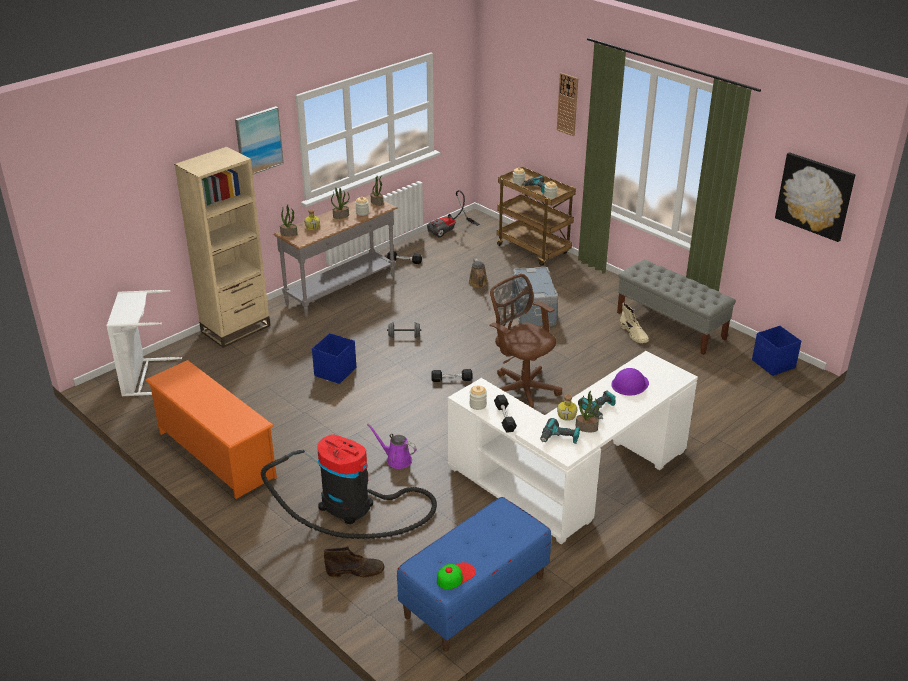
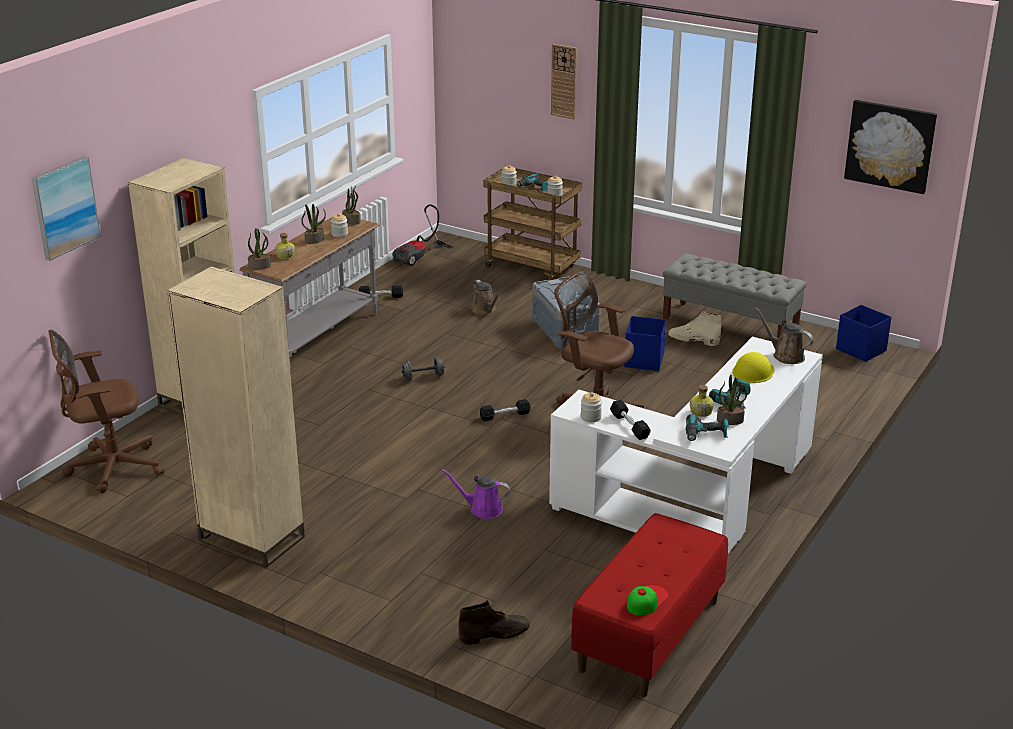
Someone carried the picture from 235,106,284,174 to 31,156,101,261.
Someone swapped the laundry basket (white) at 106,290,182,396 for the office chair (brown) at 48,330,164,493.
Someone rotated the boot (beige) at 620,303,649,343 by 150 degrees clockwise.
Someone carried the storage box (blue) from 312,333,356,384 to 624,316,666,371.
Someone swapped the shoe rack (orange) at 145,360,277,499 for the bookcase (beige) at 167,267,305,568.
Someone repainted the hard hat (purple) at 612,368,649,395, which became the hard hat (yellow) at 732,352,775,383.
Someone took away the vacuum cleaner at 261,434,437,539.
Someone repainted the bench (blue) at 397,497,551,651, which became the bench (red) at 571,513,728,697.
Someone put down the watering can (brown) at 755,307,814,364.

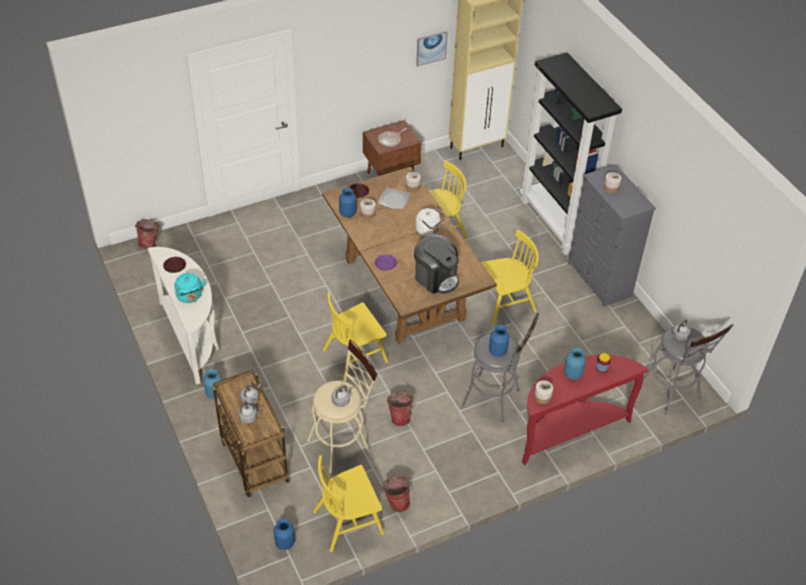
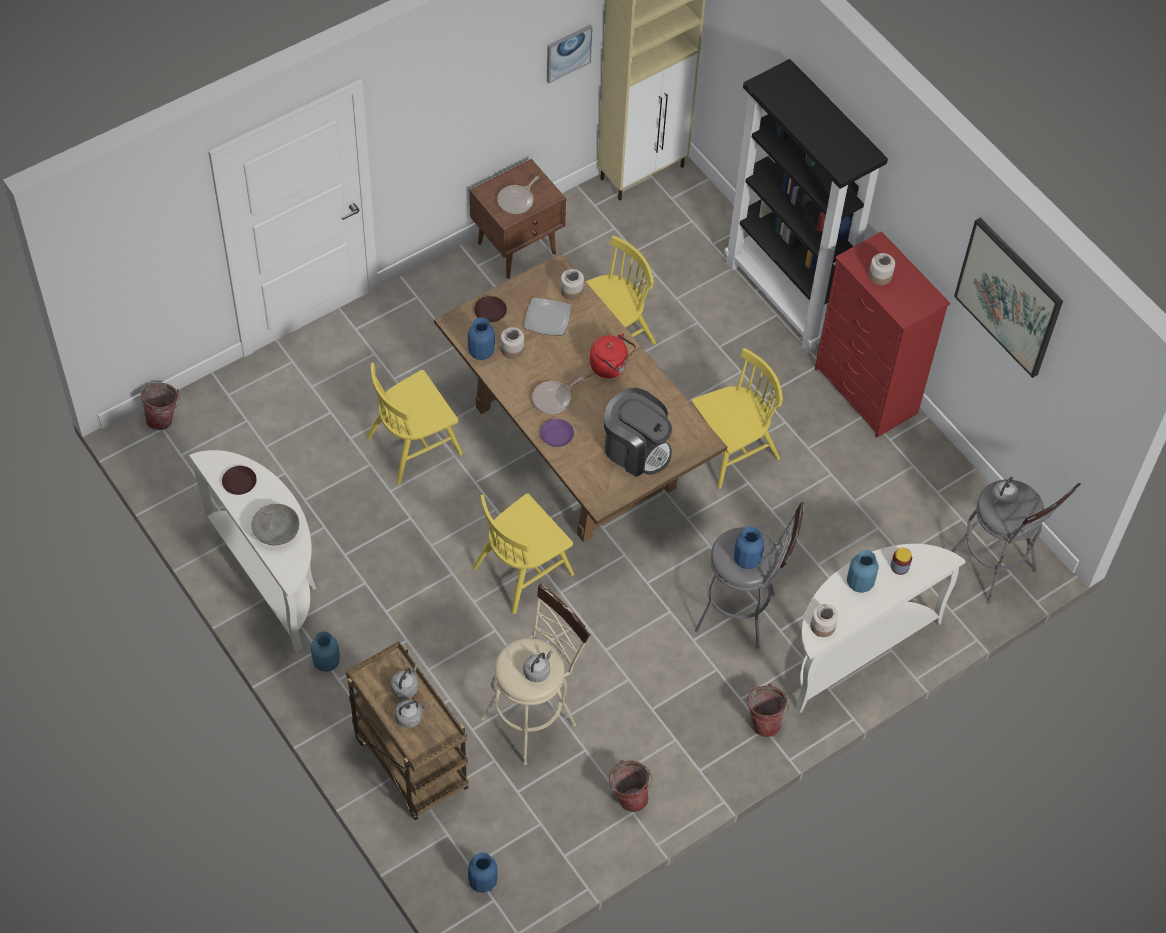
Someone repainted the dresser (grey) at 568,165,656,307, which became the dresser (red) at 815,231,950,438.
Someone repainted the kettle (white) at 415,208,446,236, which became the kettle (red) at 590,333,636,378.
Someone swapped the kettle (turquoise) at 174,273,206,303 for the bowl (grey) at 251,504,300,545.
Someone repainted the console table (red) at 522,355,648,465, which became the console table (white) at 795,544,966,713.
Someone carried the bucket from 387,390,415,426 to 747,683,789,737.
Someone carried the chair (yellow) from 313,455,384,552 to 366,363,463,484.
Someone put up the picture at 954,217,1063,378.
Someone put down the frying pan at 532,377,584,414.

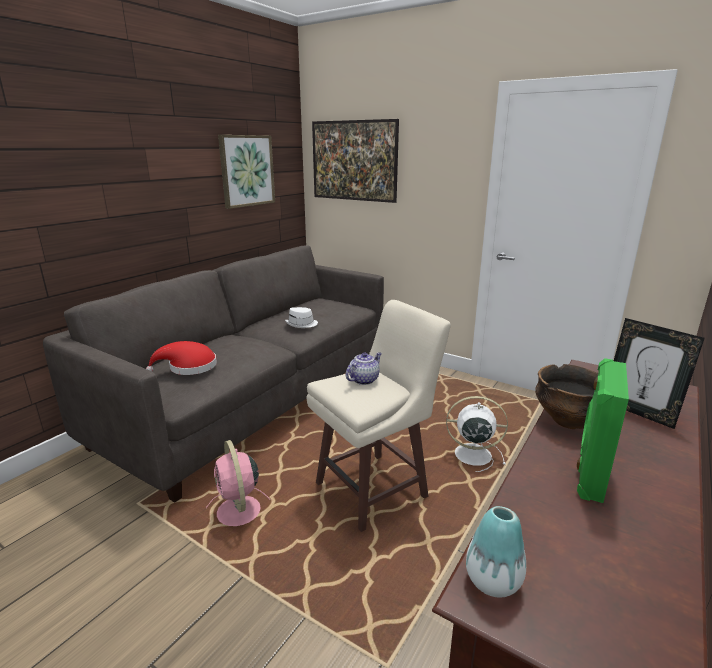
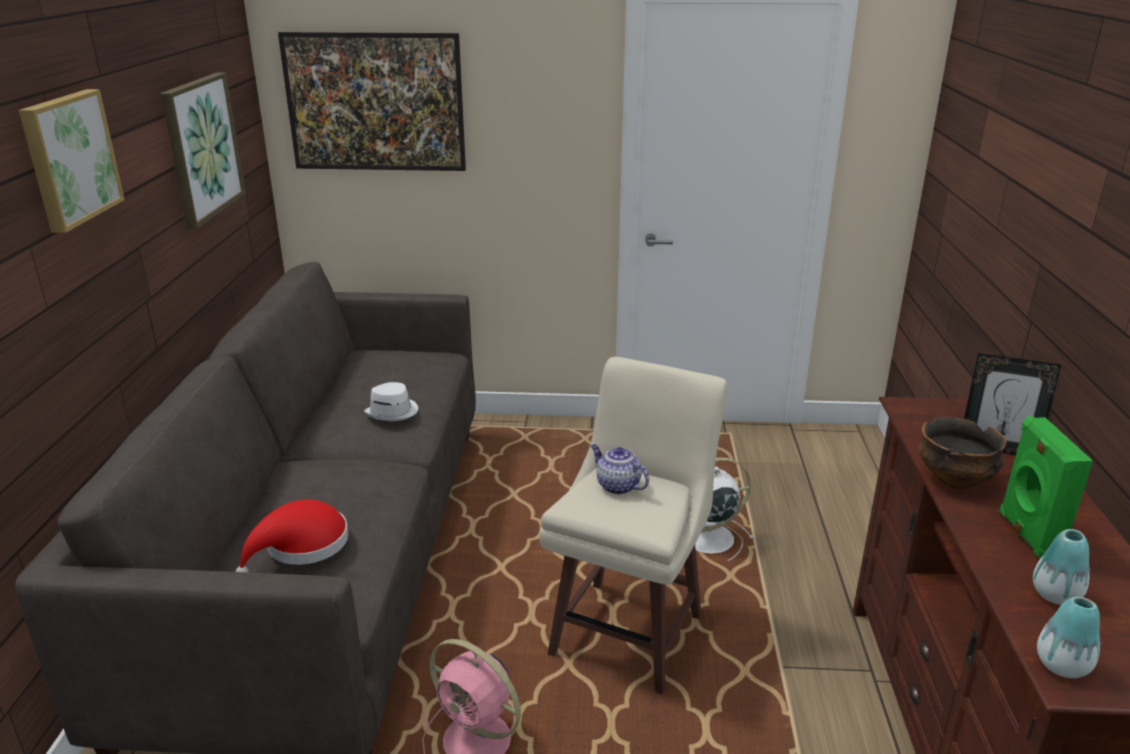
Someone rotated the teapot at 346,352,382,385 by 60 degrees counterclockwise.
Someone put up the picture at 19,89,125,233.
Someone put down the vase at 1033,529,1090,605.

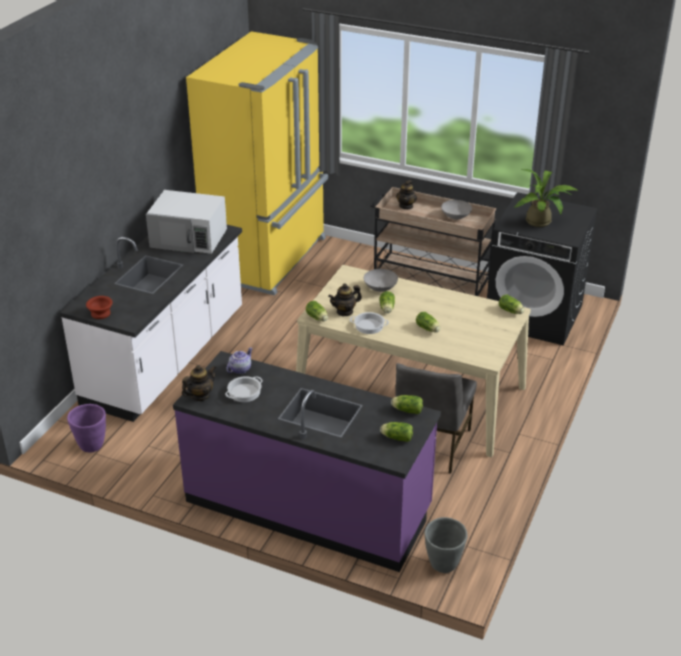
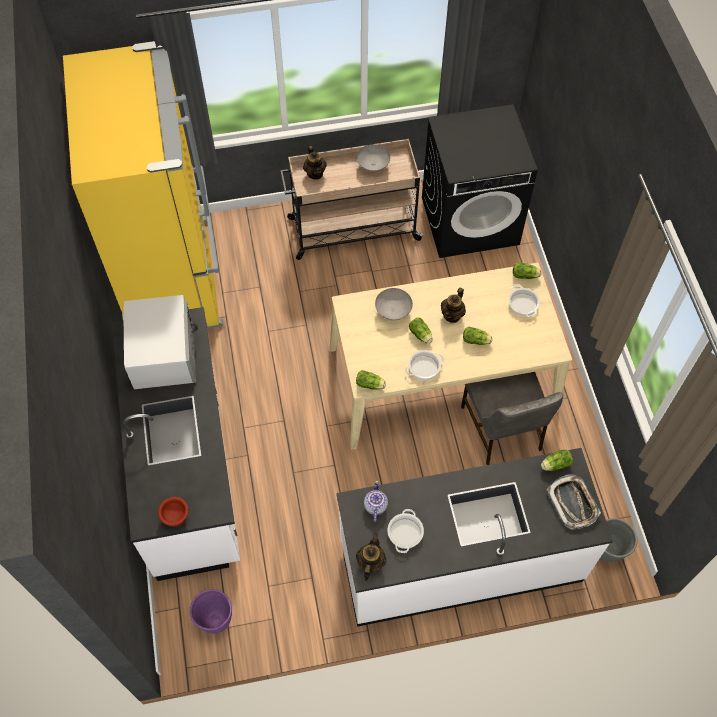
Someone took away the potted plant at 513,169,577,227.
Someone rotated the microwave (white) at 146,190,227,254 by 75 degrees counterclockwise.
Someone carried the teapot from 328,283,362,316 to 441,288,466,323.
Someone repainted the counter (purple) at 173,351,441,572, which became the counter (white) at 336,448,613,627.
Someone swapped the lettuce at 380,422,413,442 for the tray at 547,474,601,530.
Someone put down the cooking pot at 508,285,540,317.

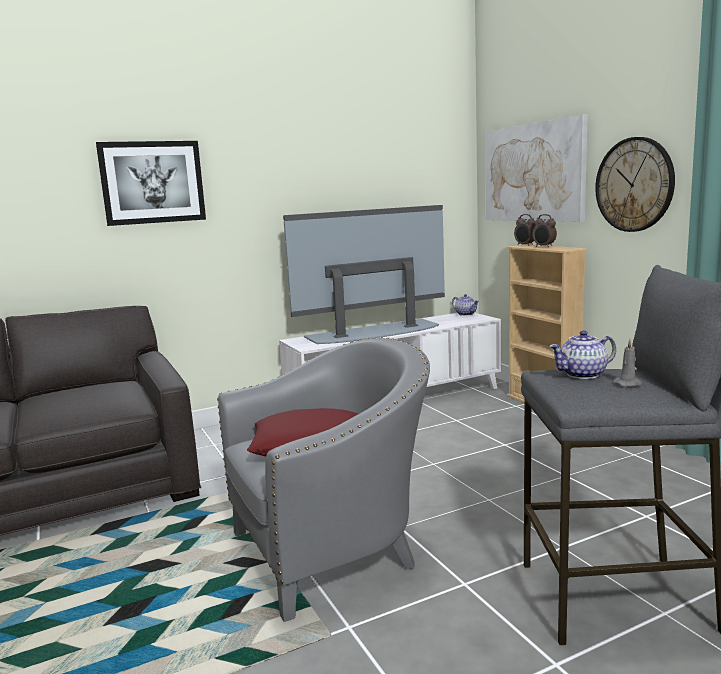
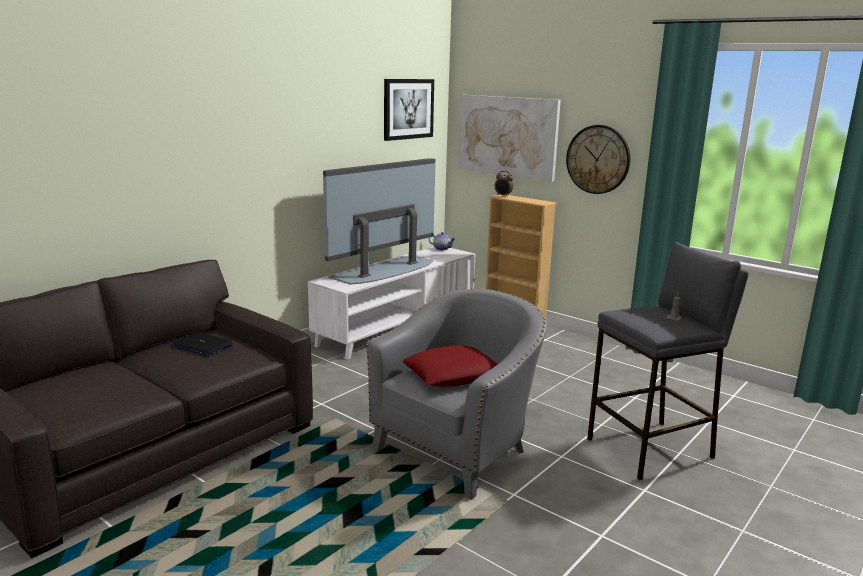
Someone carried the picture from 96,141,206,226 to 384,79,434,141.
Someone took away the alarm clock at 533,214,557,247.
Someone took away the teapot at 549,330,616,379.
Someone put down the laptop at 171,332,233,356.

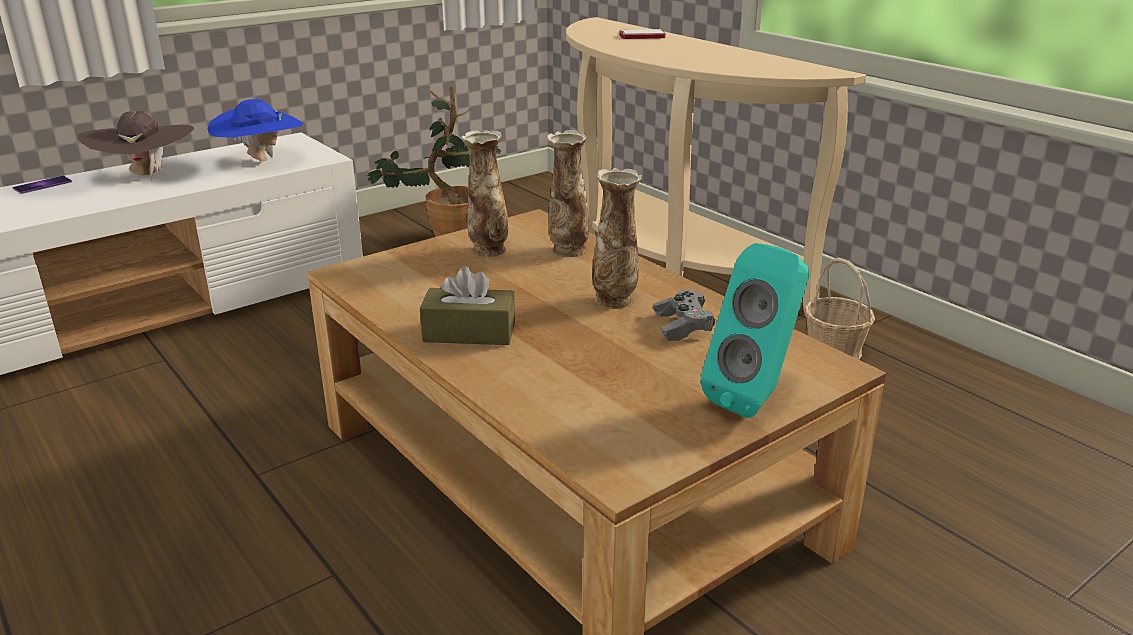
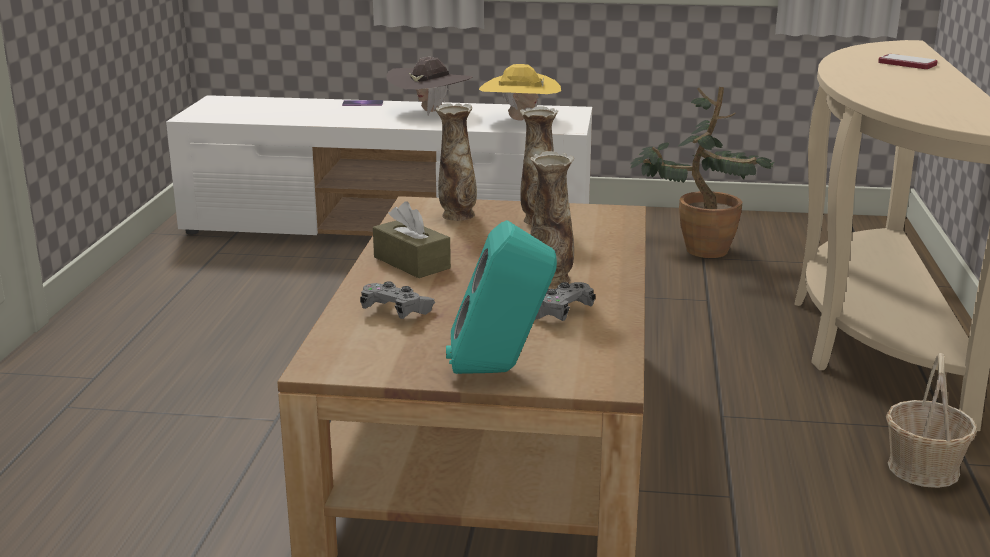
Someone repainted the hat (blue) at 208,99,303,161, which became the hat (yellow) at 479,64,561,121.
Someone carried the vase from 547,130,590,257 to 435,103,477,221.
Someone put down the game controller (grey) at 360,281,435,319.

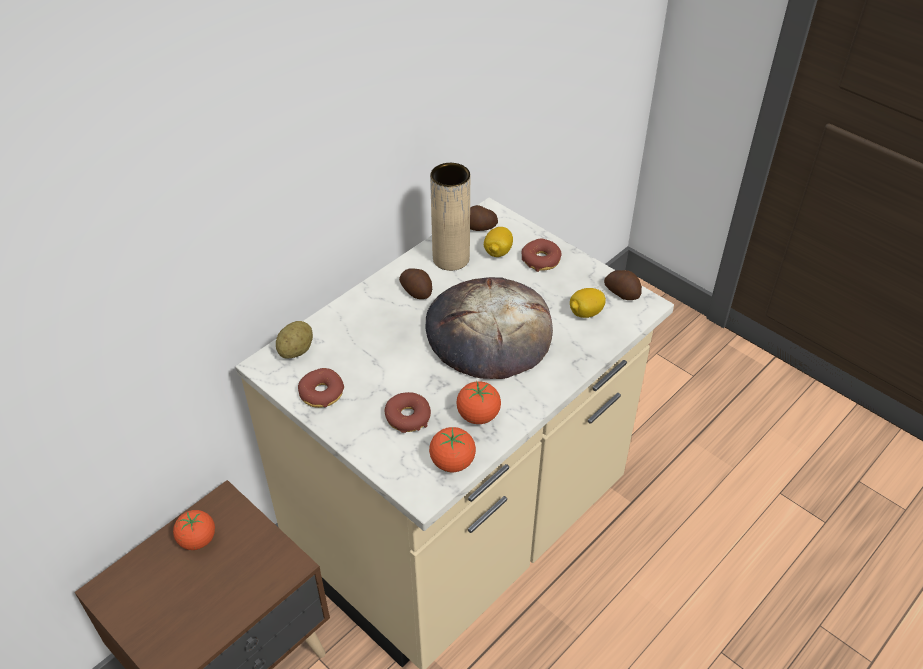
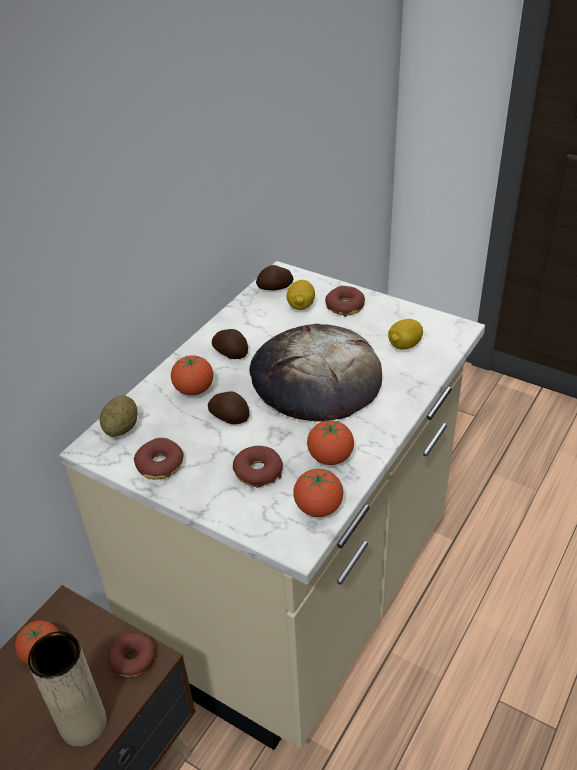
Someone carried the vase (beige) from 430,163,470,271 to 28,631,107,747.
Someone carried the potato from 604,270,642,300 to 208,392,249,424.
Someone put down the tomato at 171,355,213,395.
Someone put down the donut at 108,633,156,677.

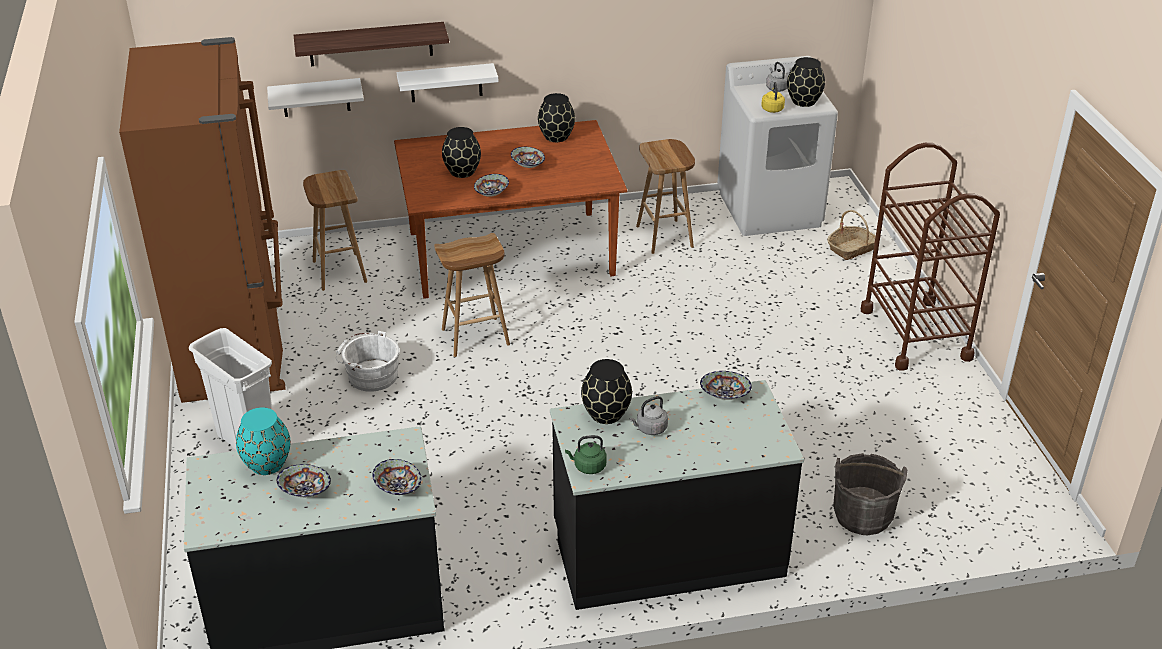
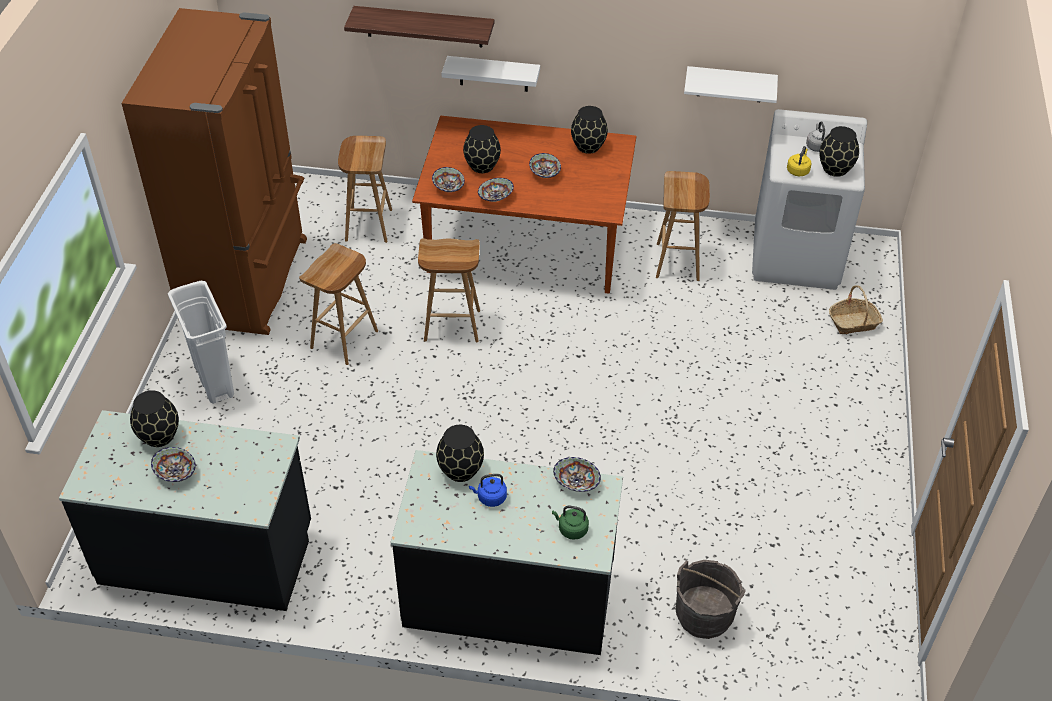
Someone carried the shelf (white) from 267,78,364,117 to 684,66,778,103.
Someone took away the cart (brown) at 861,143,1000,371.
Someone swapped the bucket (white) at 336,331,400,392 for the stool (brown) at 299,243,378,365.
Someone repainted the kettle (grey) at 629,396,668,435, which became the kettle (blue) at 469,474,507,507.
Someone repainted the vase (turquoise) at 236,408,291,475, which became the vase (black) at 130,390,179,447.
Someone carried the kettle (green) from 565,435,607,474 to 552,505,589,540.
Someone carried the bowl from 372,459,422,495 to 432,167,465,192.

